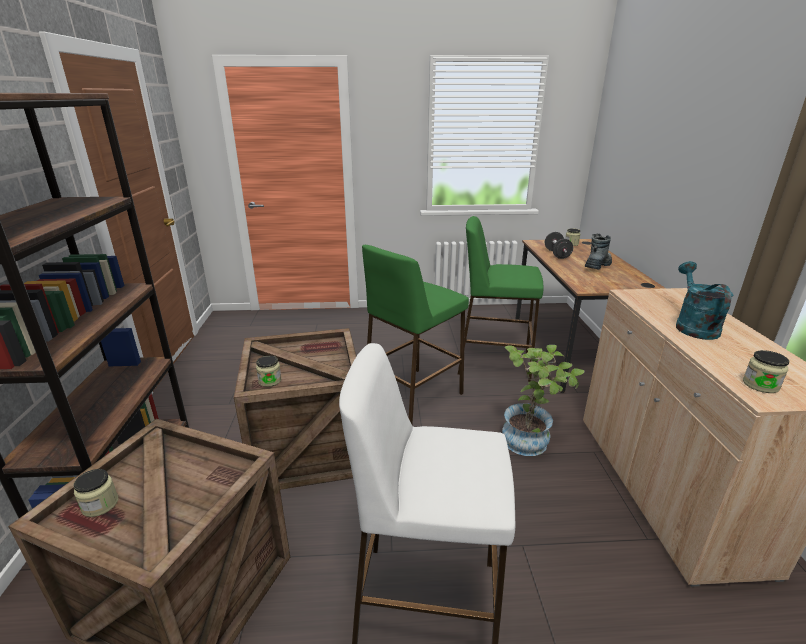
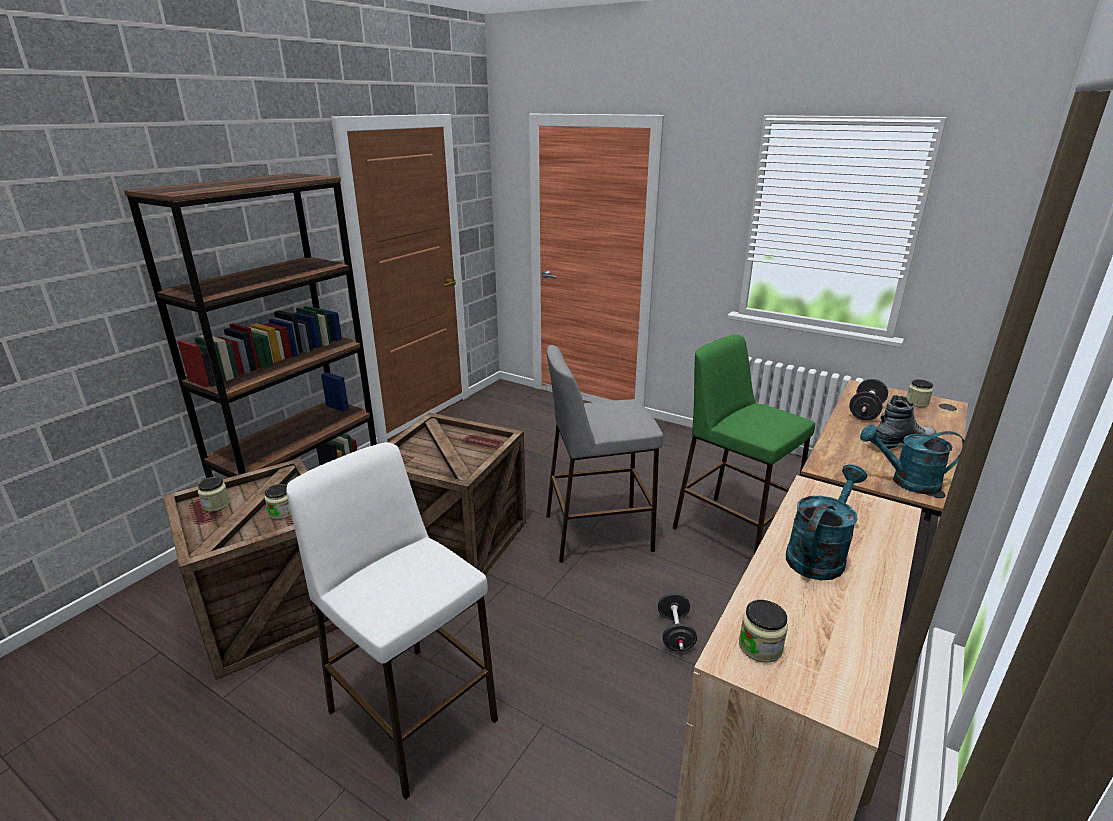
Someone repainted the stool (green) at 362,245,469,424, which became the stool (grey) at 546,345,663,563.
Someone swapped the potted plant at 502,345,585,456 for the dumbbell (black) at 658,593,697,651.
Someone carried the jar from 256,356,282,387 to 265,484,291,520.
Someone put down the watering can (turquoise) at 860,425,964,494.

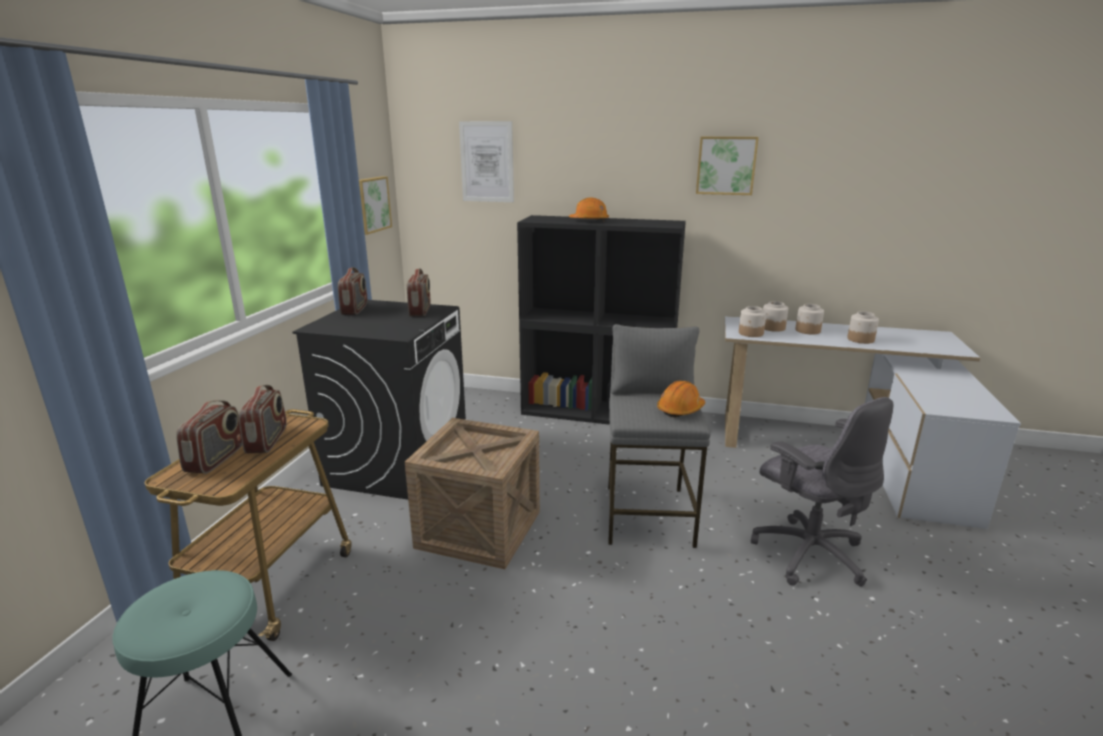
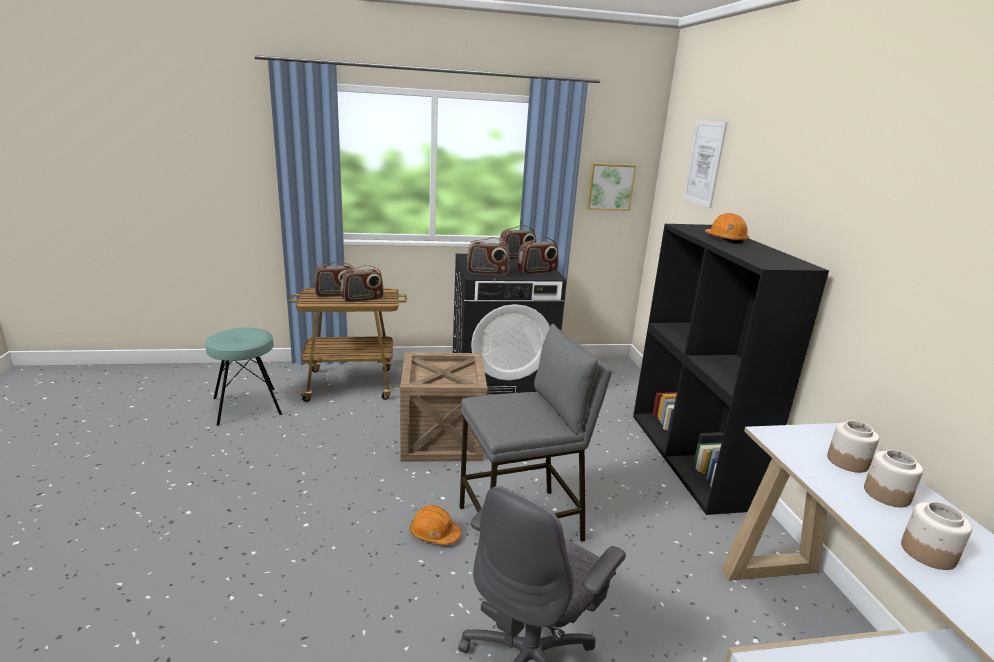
Someone took away the picture at 696,136,759,195.
Someone took away the jar at 739,306,766,337.
Someone carried the hard hat (orange) from 657,381,705,418 to 410,505,461,545.
Someone put down the radio at 467,237,510,275.

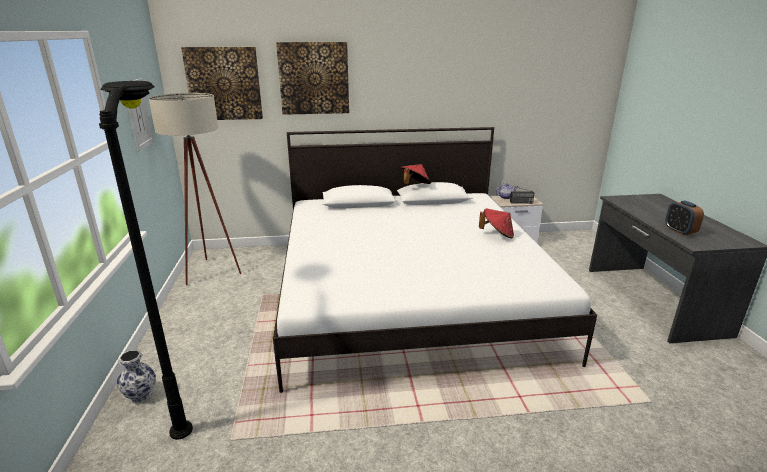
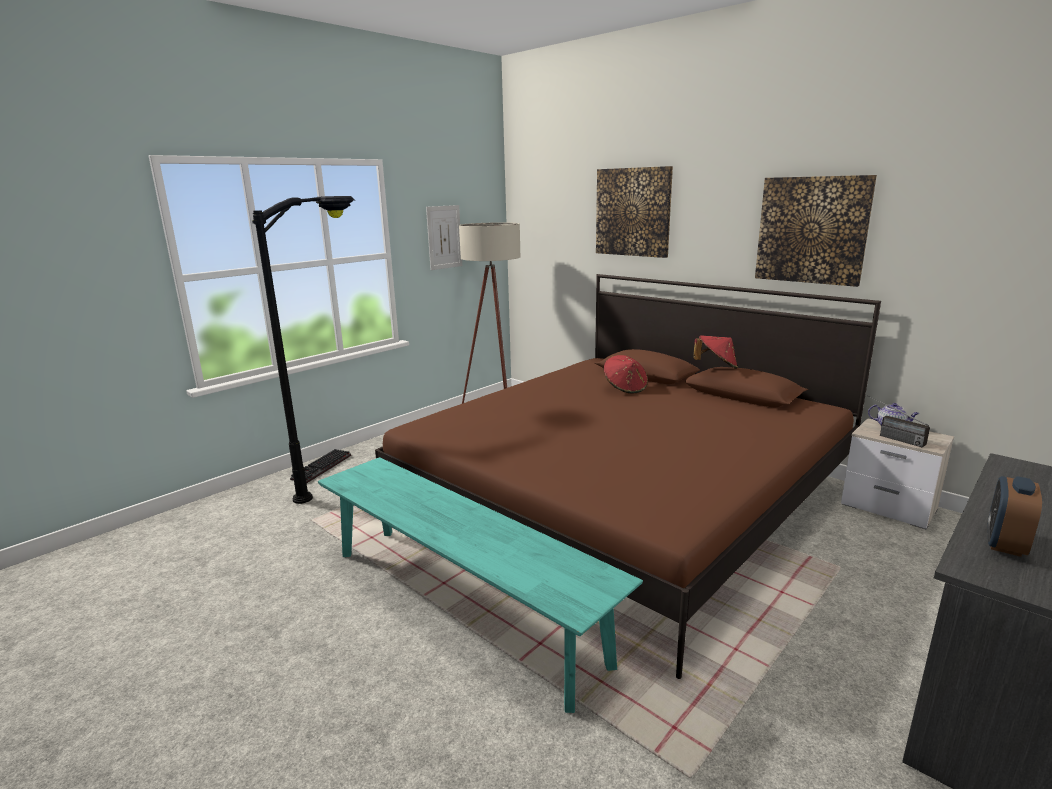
Someone carried the picture from 181,47,263,120 to 755,175,877,287.
Someone repainted the bed (white) at 273,127,597,393, which became the bed (brown) at 375,274,881,679.
Someone carried the hat (red) from 479,209,514,239 to 604,355,648,393.
Someone swapped the vase at 117,350,156,403 for the keyboard at 290,449,351,483.
Someone put down the bench (turquoise) at 318,457,643,713.

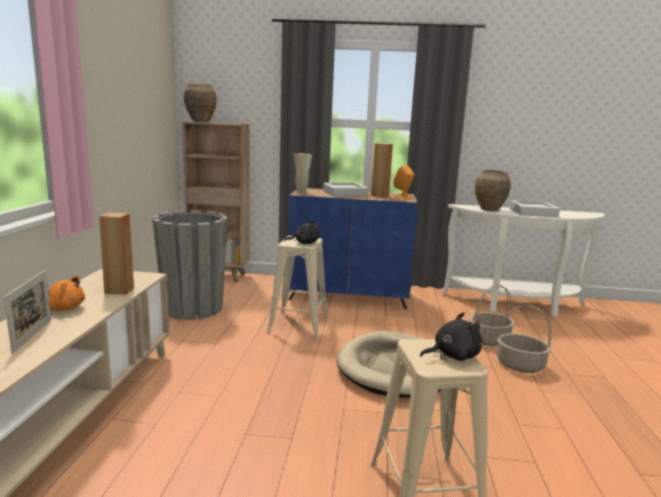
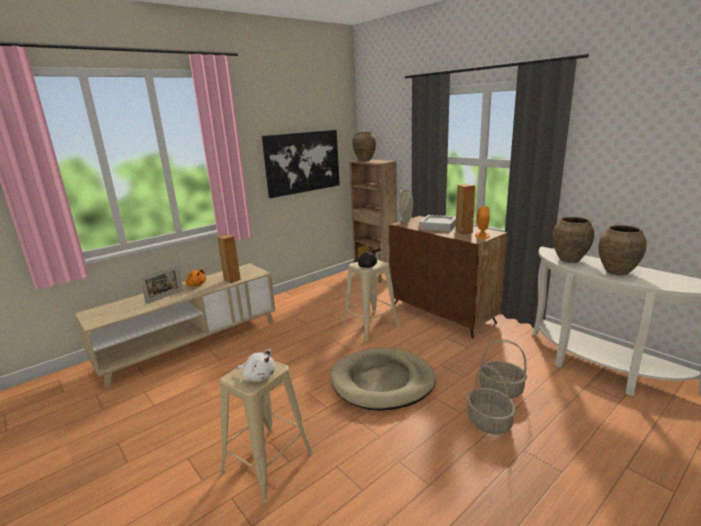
Someone repainted the cabinet (blue) at 288,188,418,309, which became the cabinet (brown) at 389,216,507,338.
Someone swapped the tray (grey) at 510,200,560,217 for the vase (brown) at 599,225,646,275.
Someone took away the planter (grey) at 152,210,227,320.
Someone repainted the plush toy (black) at 420,312,482,361, which became the plush toy (white) at 237,349,275,382.
Someone put up the picture at 262,130,340,198.

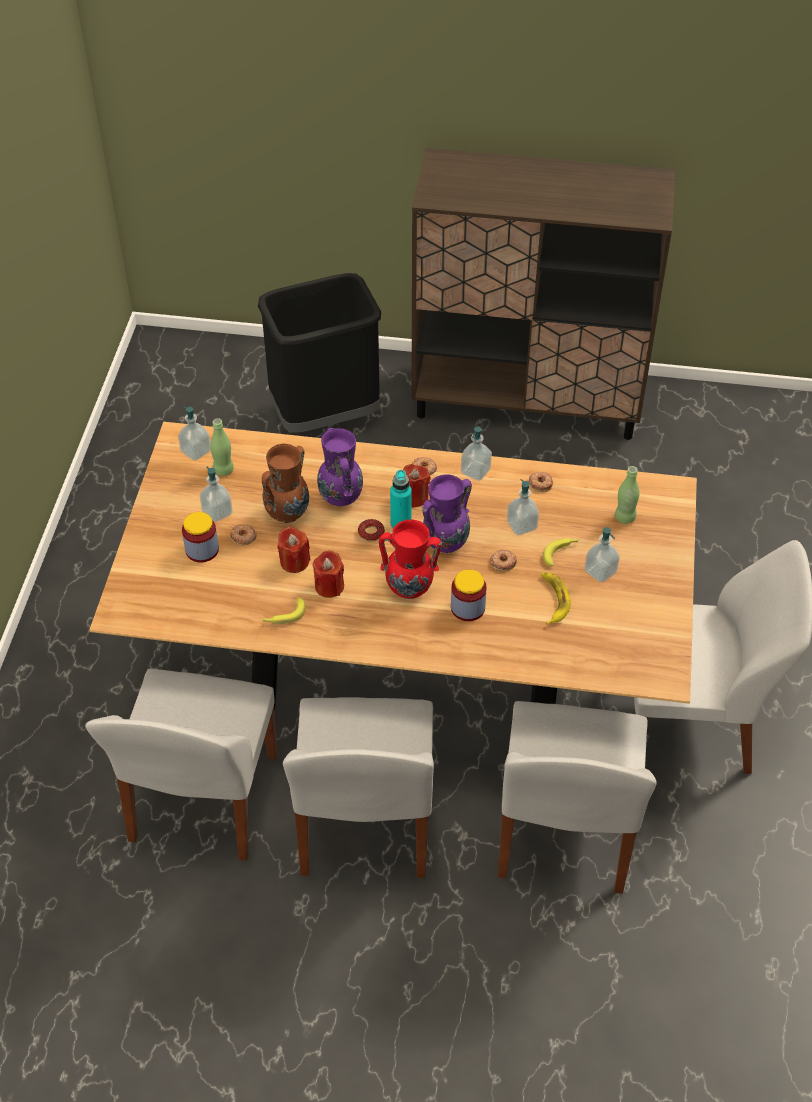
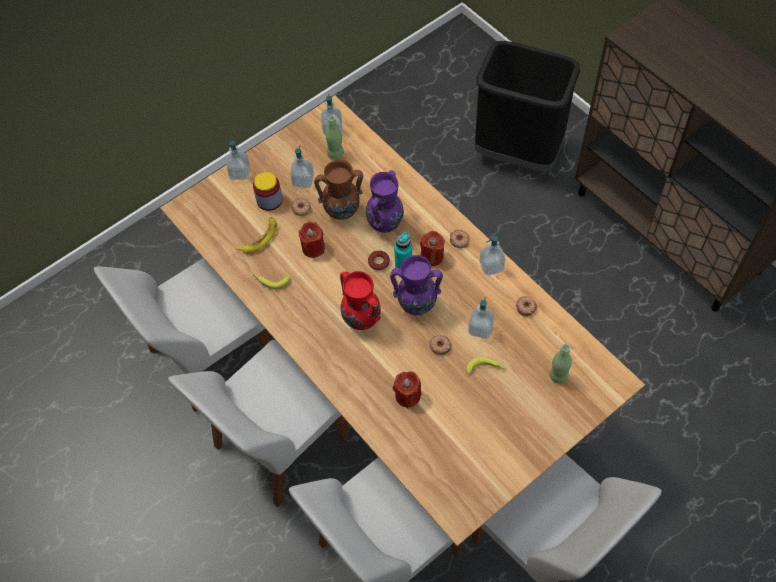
Someone carried the soap dispenser from 584,527,620,582 to 226,140,250,180.
Someone carried the candle (red) from 313,551,344,598 to 393,372,422,409.
Someone took away the jar at 451,569,487,621.
Someone carried the banana from 541,572,571,625 to 236,216,277,253.

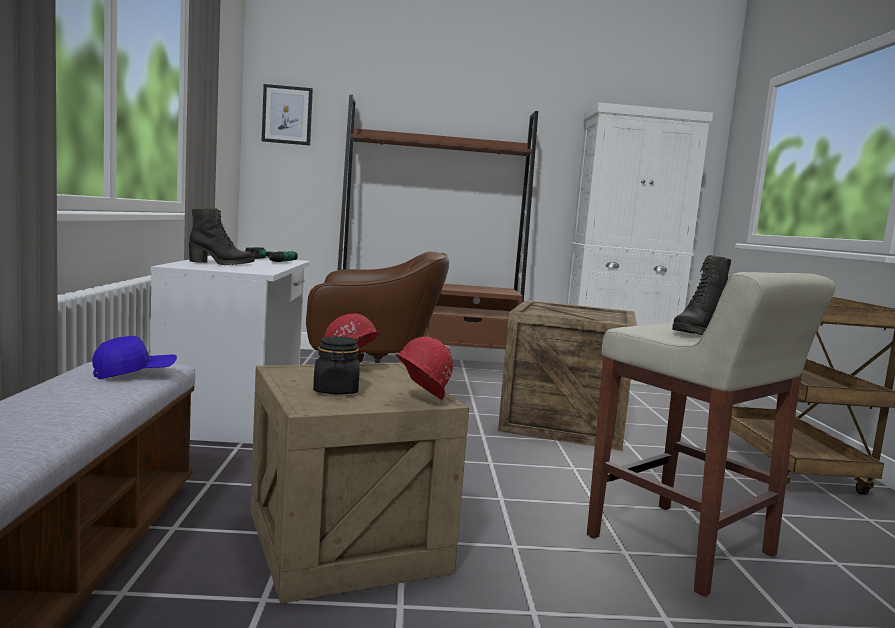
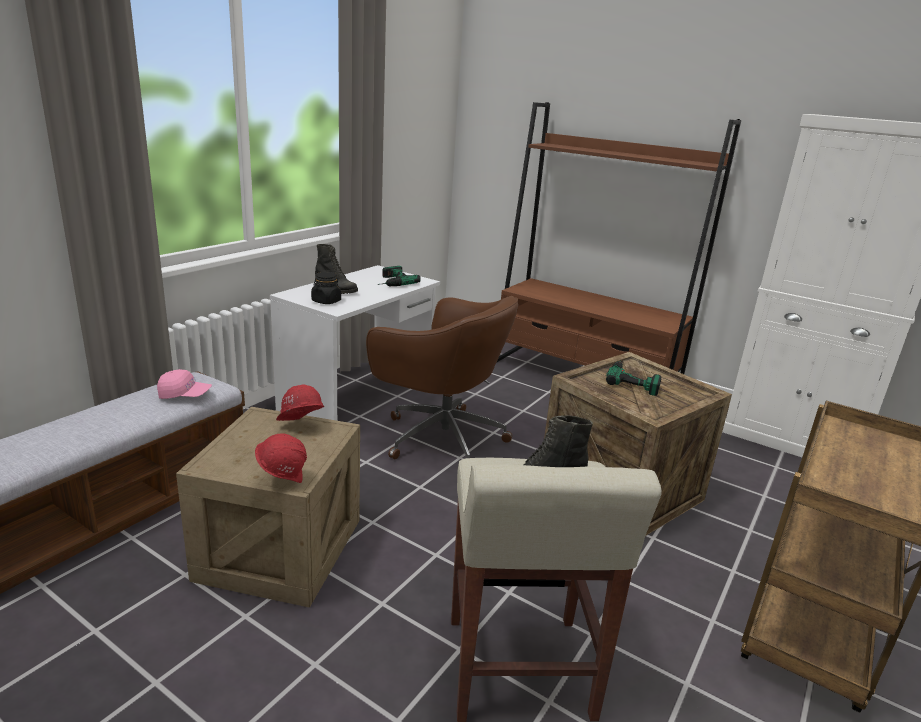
Someone took away the picture at 262,84,313,145.
Someone repainted the cap (blue) at 92,336,177,379, which became the cap (pink) at 157,369,212,399.
Someone carried the jar (black) from 313,336,360,394 to 311,272,341,304.
Someone put down the power drill at 606,360,661,396.

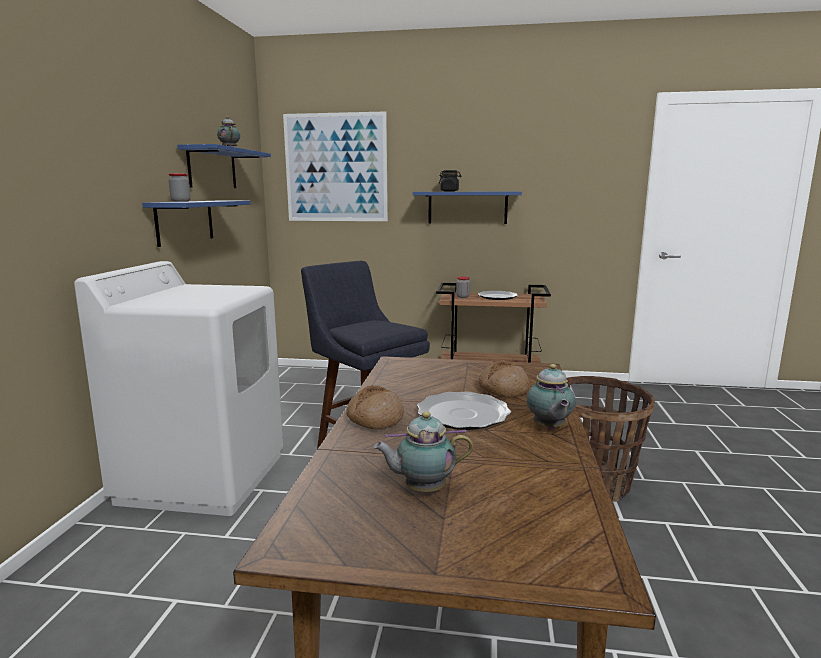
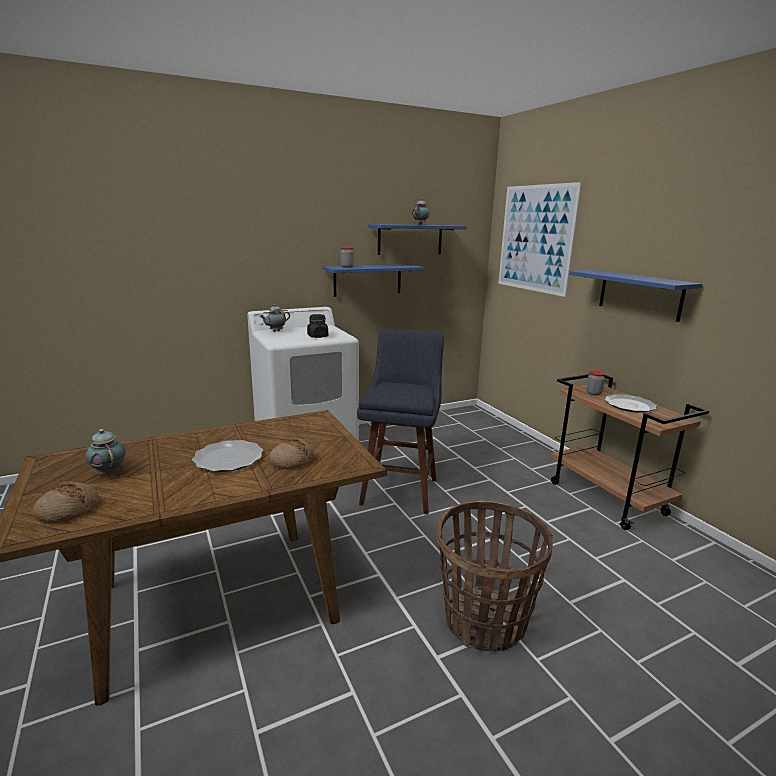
Someone carried the jar (black) from 439,170,461,191 to 307,314,328,338.
Someone carried the teapot from 527,364,576,430 to 260,304,290,332.
Someone carried the bread from 346,385,404,429 to 33,481,99,523.

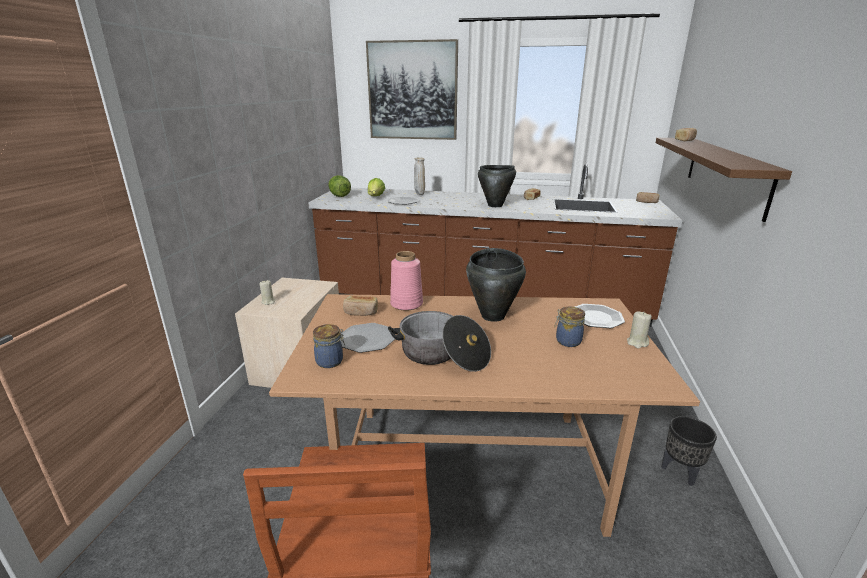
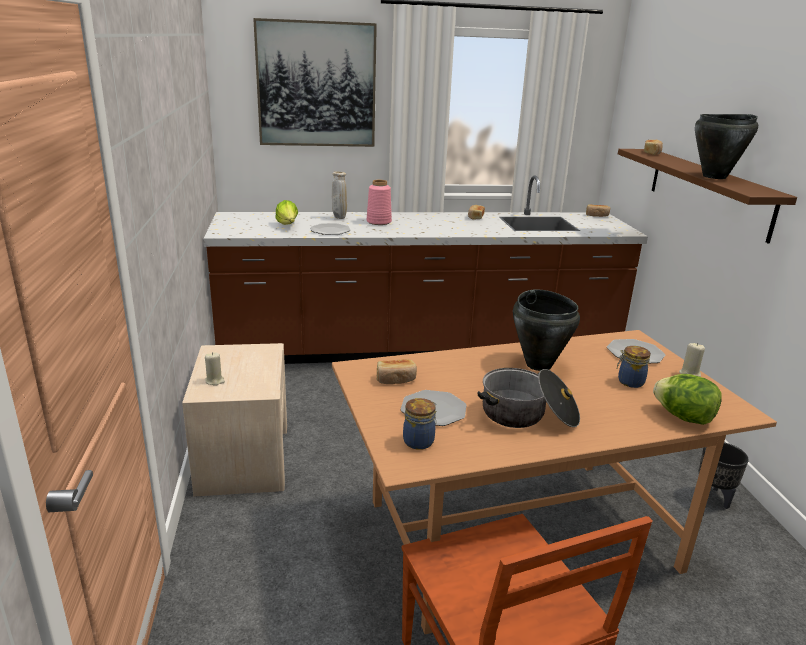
Someone carried the cooking pot (black) from 478,165,516,207 to 695,114,758,179.
Someone carried the lettuce from 328,175,351,197 to 653,374,722,425.
Someone carried the vase (pink) from 390,251,423,311 to 366,180,392,225.

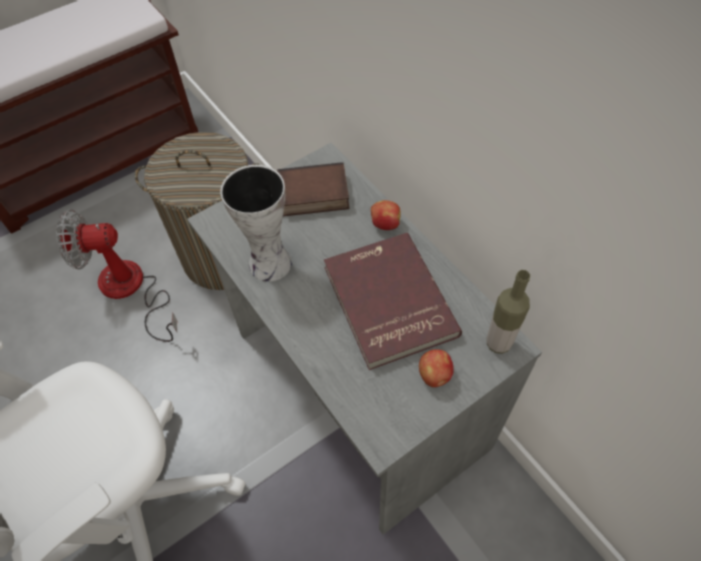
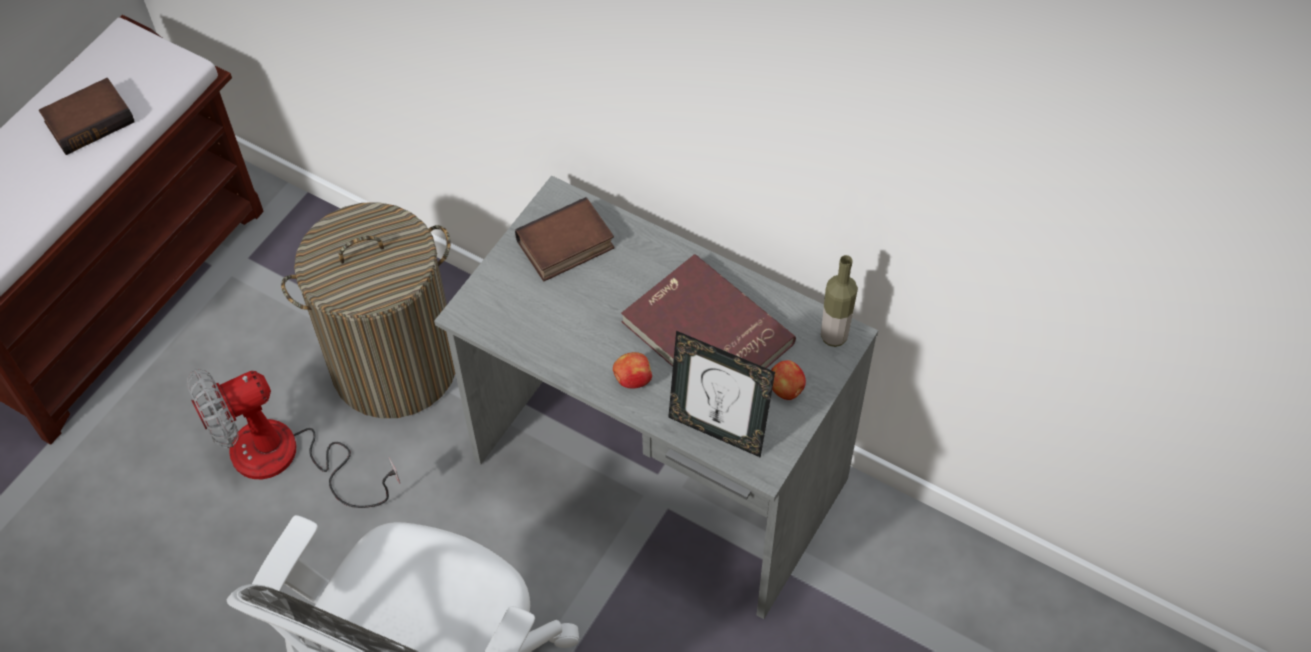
Someone took away the vase at 220,165,292,282.
Someone carried the apple from 371,200,400,230 to 613,352,652,389.
Someone put down the book at 39,78,135,155.
Someone put down the picture frame at 668,331,775,458.

